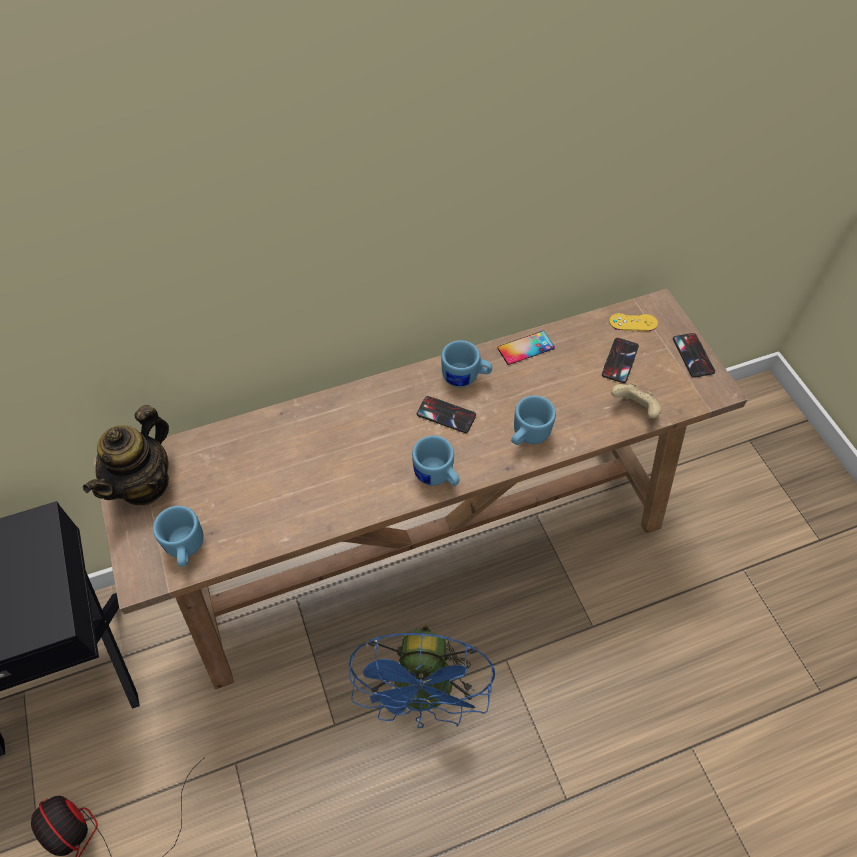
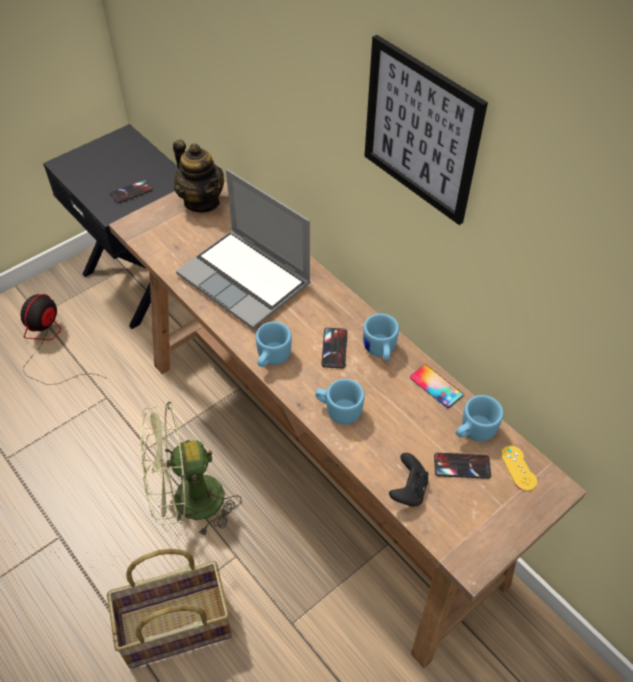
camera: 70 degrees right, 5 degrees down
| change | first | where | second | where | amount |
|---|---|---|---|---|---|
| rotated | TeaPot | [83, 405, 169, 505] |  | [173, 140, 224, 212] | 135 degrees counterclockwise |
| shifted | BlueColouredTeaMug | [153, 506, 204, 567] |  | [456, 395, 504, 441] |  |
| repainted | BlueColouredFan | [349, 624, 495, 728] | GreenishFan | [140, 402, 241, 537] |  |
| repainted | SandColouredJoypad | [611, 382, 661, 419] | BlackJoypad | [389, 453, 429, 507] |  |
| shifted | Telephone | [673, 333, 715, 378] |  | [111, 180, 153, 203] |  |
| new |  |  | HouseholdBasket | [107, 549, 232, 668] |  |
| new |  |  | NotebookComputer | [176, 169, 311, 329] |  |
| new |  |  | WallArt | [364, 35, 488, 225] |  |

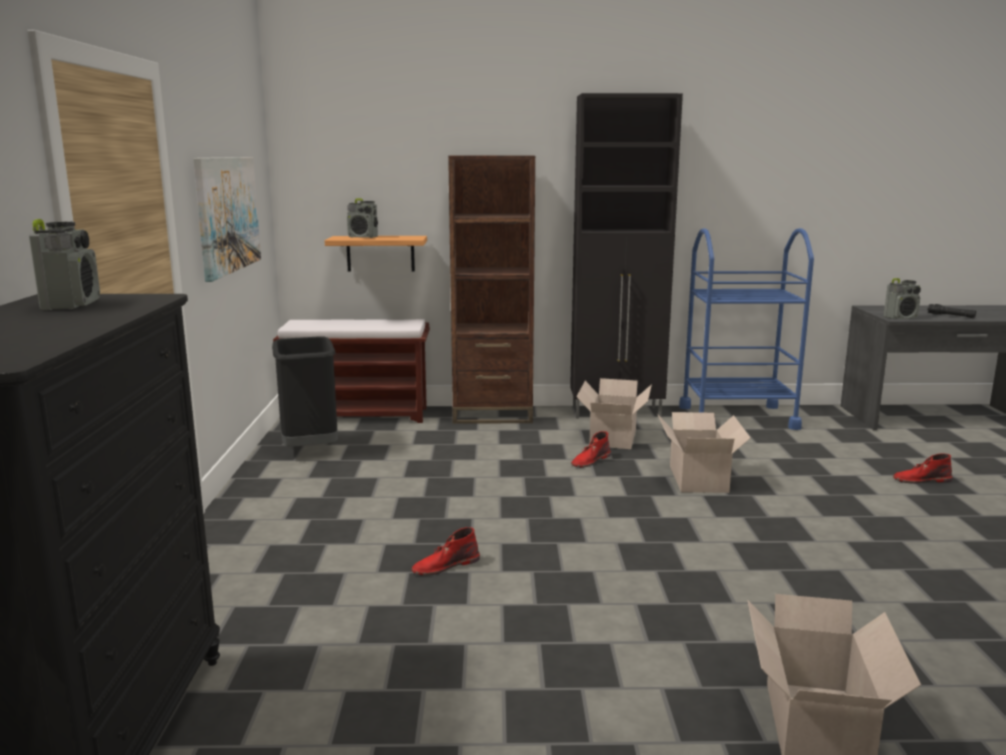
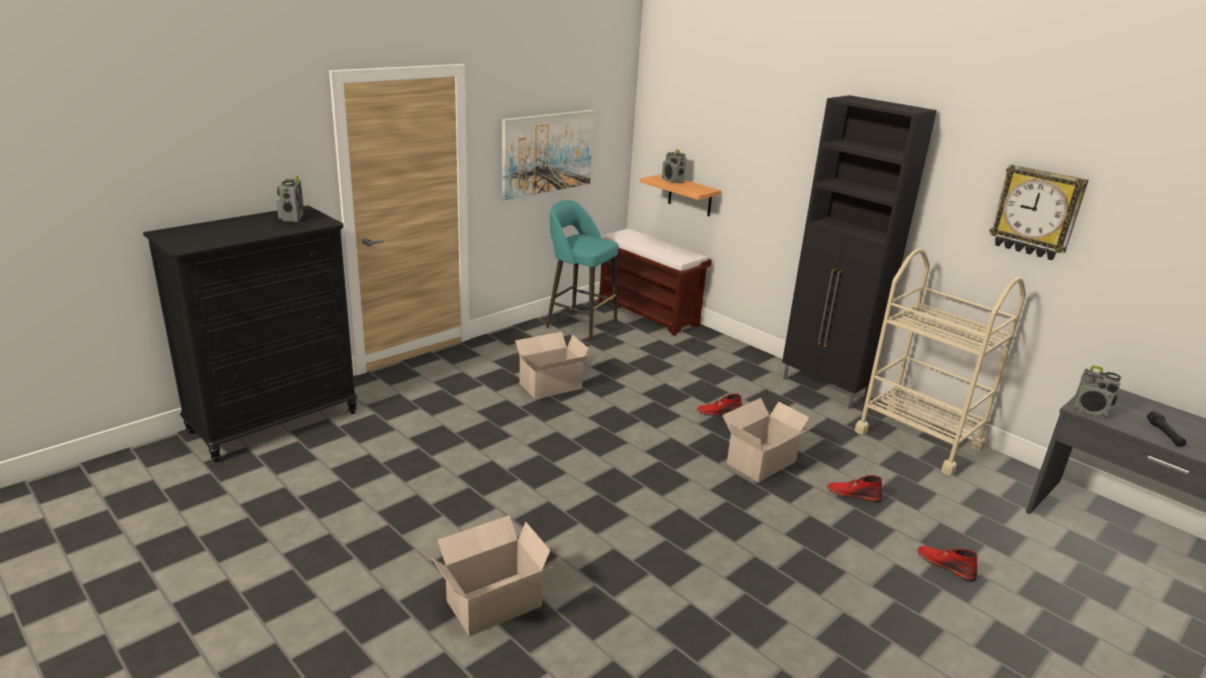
camera: 45 degrees right, 10 degrees up
| change | first | where | second | where | amount |
|---|---|---|---|---|---|
| rotated | RadioSet | [29, 219, 100, 310] |  | [276, 176, 304, 222] | 135 degrees clockwise |
| swapped | BlackTrashCan | [272, 336, 338, 447] | BlueGreenStoolSeat | [546, 200, 619, 341] |  |
| shifted | RedColouredTallBoot | [412, 527, 480, 576] |  | [827, 475, 882, 503] |  |
| gone | BrownShelvingUnit | [448, 156, 535, 424] |  |  |  |
| shifted | CardboardBox | [577, 378, 652, 449] |  | [512, 332, 590, 399] |  |
| repainted | BlueColouredWheeledCart | [679, 228, 814, 430] | SandColouredWheeledCart | [855, 249, 1026, 476] |  |
| new |  |  | ClockOnTheWall | [989, 164, 1089, 260] |  |

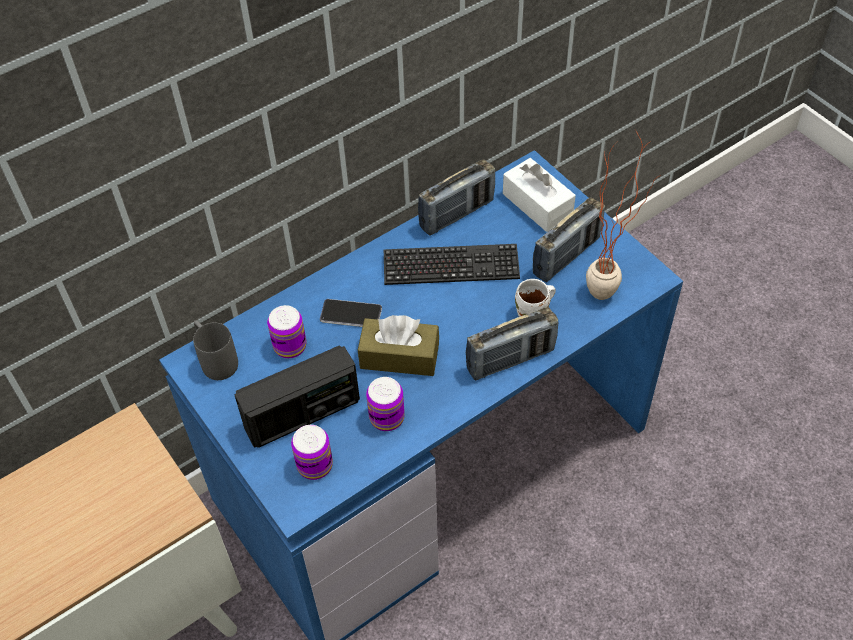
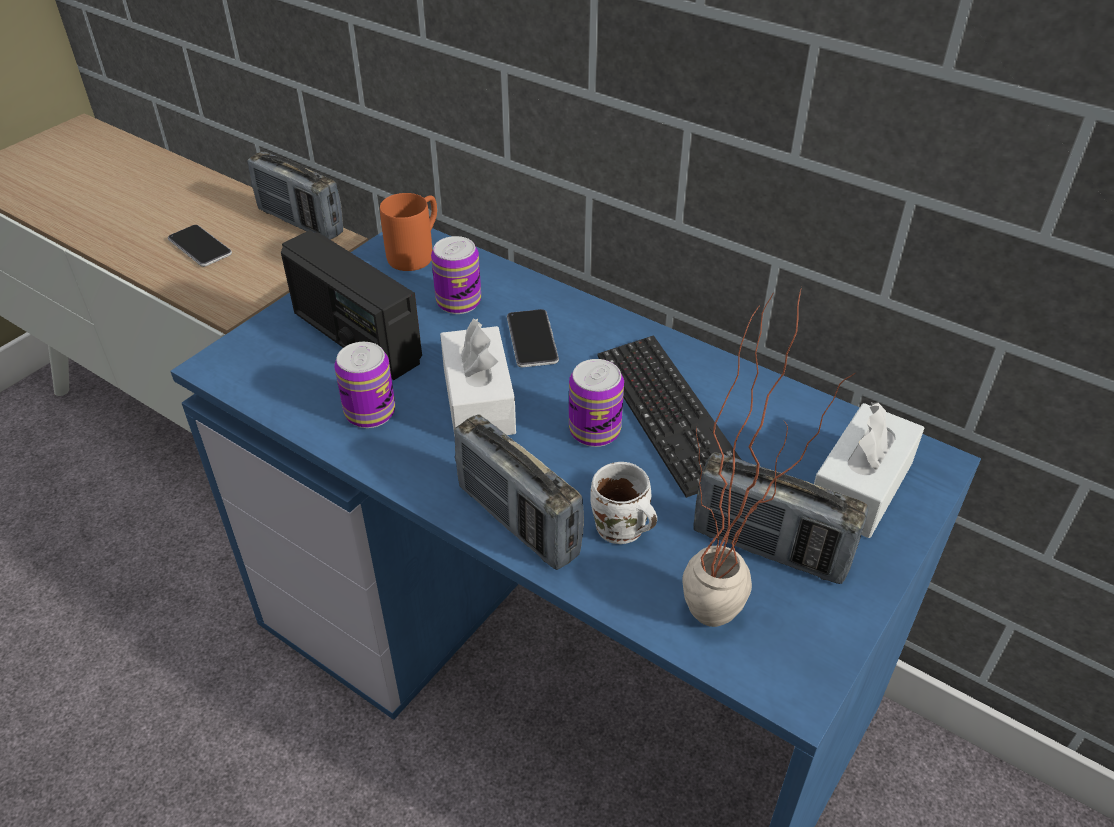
camera: 70 degrees right, 10 degrees down
| change | first | where | second | where | amount |
|---|---|---|---|---|---|
| repainted | GrayTeaMug | [193, 321, 238, 380] | OrangeColouredTeaMug | [380, 193, 437, 271] |  |
| shifted | MetalCan | [291, 425, 333, 480] |  | [569, 359, 624, 447] |  |
| repainted | BrownTissueHolder | [358, 315, 439, 376] | WhiteColouredTissueHolder | [440, 319, 516, 436] |  |
| shifted | RadioSet | [418, 159, 495, 236] |  | [247, 151, 343, 240] |  |
| new |  |  | Telephone | [168, 225, 232, 267] |  |

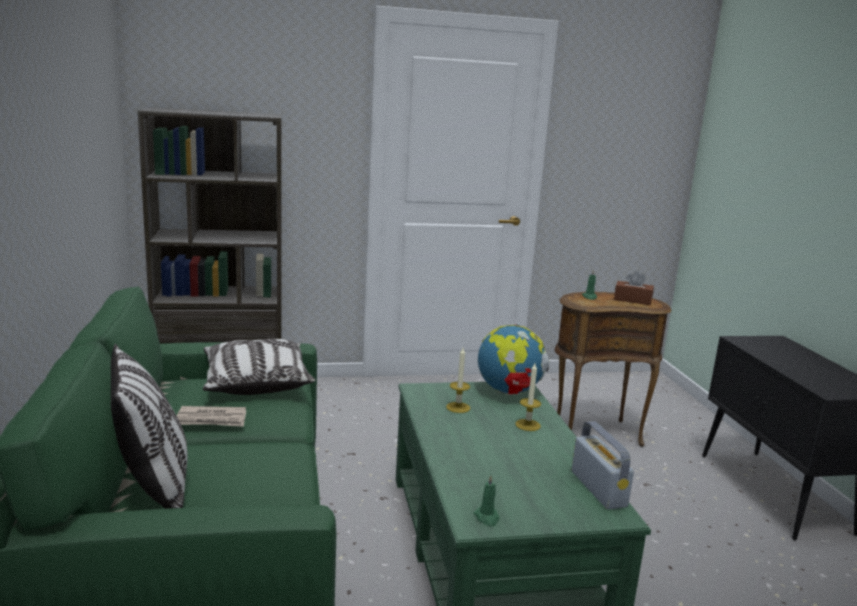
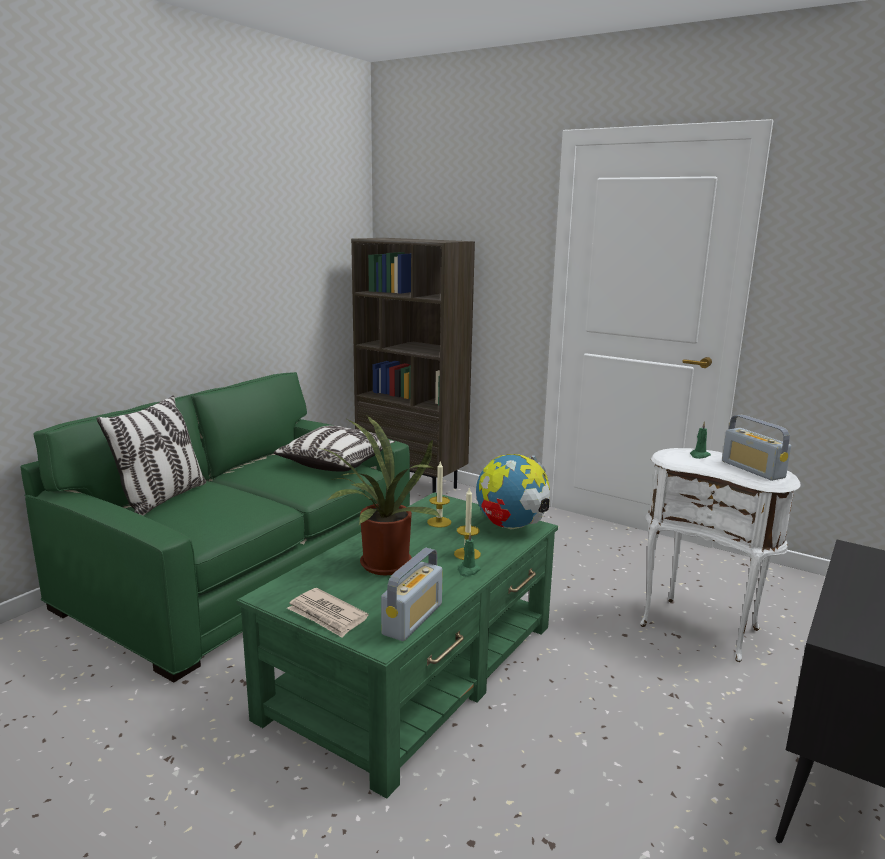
camera: 45 degrees right, 0 degrees up
| change | first | where | second | where | amount |
|---|---|---|---|---|---|
| shifted | PrintedPaper | [177, 406, 246, 427] |  | [287, 588, 368, 638] |  |
| shifted | GreenishWaxCandle | [474, 475, 499, 526] |  | [458, 533, 481, 577] |  |
| repainted | BrownAccentTable | [554, 292, 672, 447] | WhiteColouredAccentTable | [640, 448, 801, 662] |  |
| swapped | BrownTissueHolder | [614, 271, 654, 305] | RadioSet | [722, 415, 791, 481] |  |
| new |  |  | PottedPlant | [318, 416, 441, 575] |  |

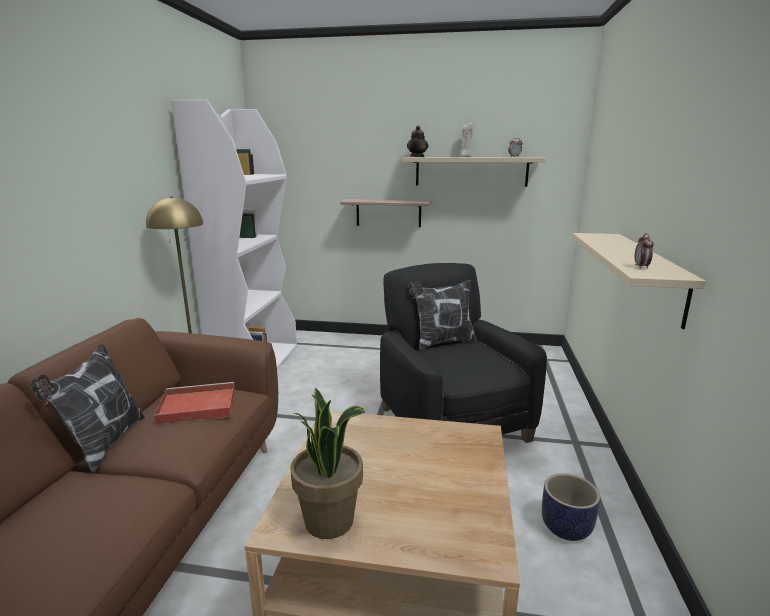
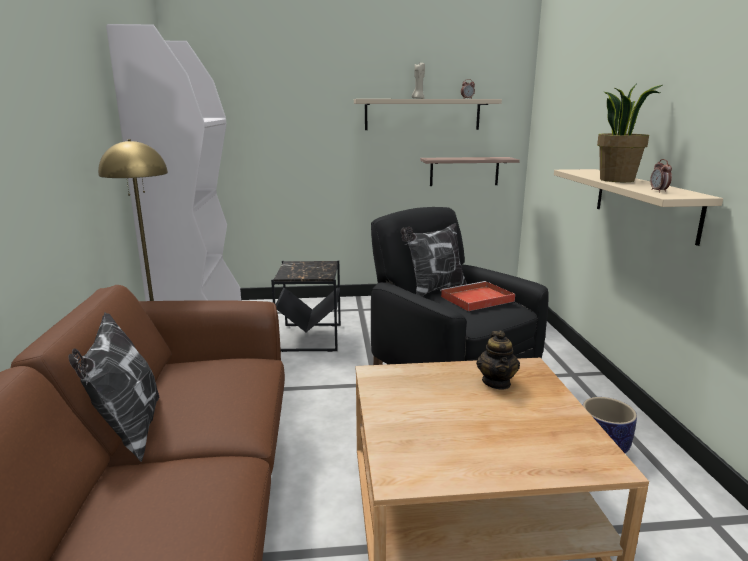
camera: 15 degrees left, 0 degrees up
| change | first | where | second | where | amount |
|---|---|---|---|---|---|
| shifted | RedColouredTray | [154, 382, 235, 425] |  | [440, 281, 515, 311] |  |
| shifted | PottedPlant | [290, 388, 365, 539] |  | [597, 82, 662, 182] |  |
| shifted | BracketShelf | [340, 199, 432, 227] |  | [420, 157, 520, 186] |  |
| shifted | TeaPot | [407, 126, 429, 157] |  | [476, 330, 520, 389] |  |
| new |  |  | BlackAccentTable | [271, 260, 341, 352] |  |

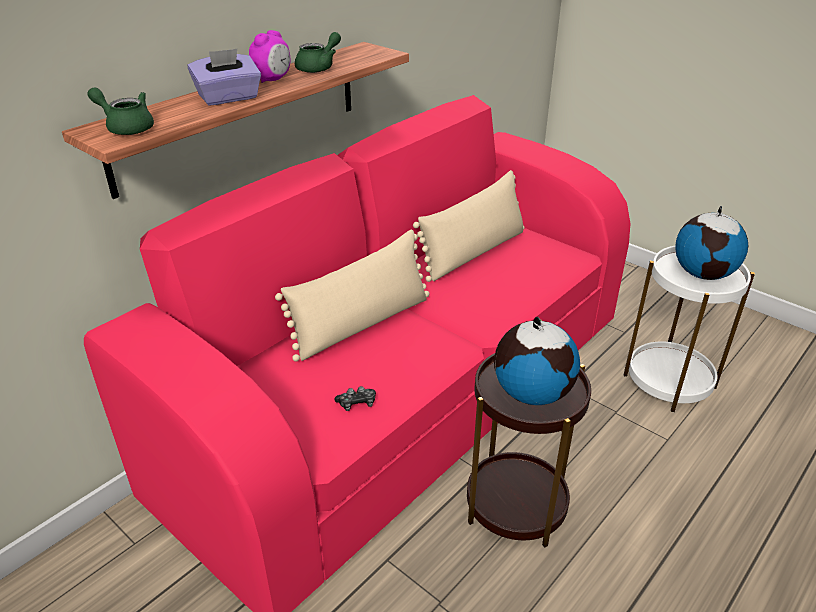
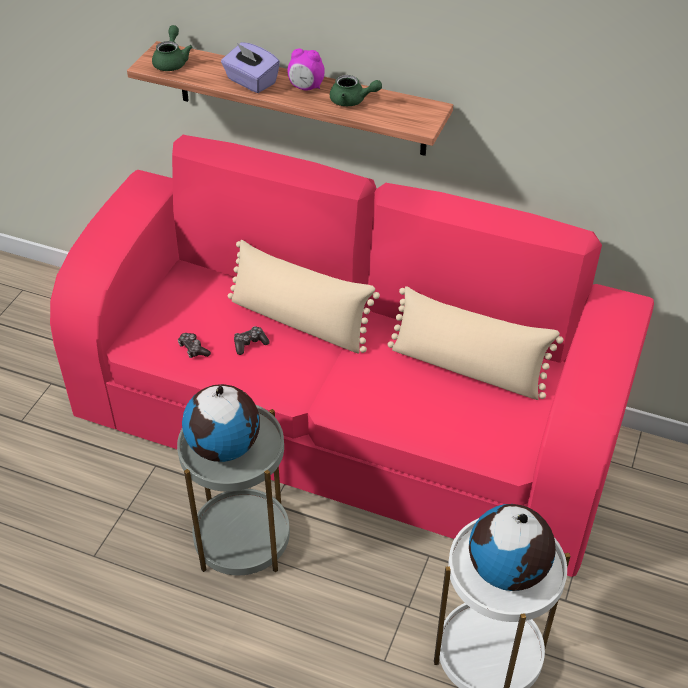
camera: 70 degrees right, 10 degrees up
| change | first | where | second | where | amount |
|---|---|---|---|---|---|
| repainted | BrownAccentTable | [467, 353, 591, 548] | GrayAccentTable | [177, 405, 290, 575] |  |
| new |  |  | Joypad | [234, 326, 270, 355] |  |

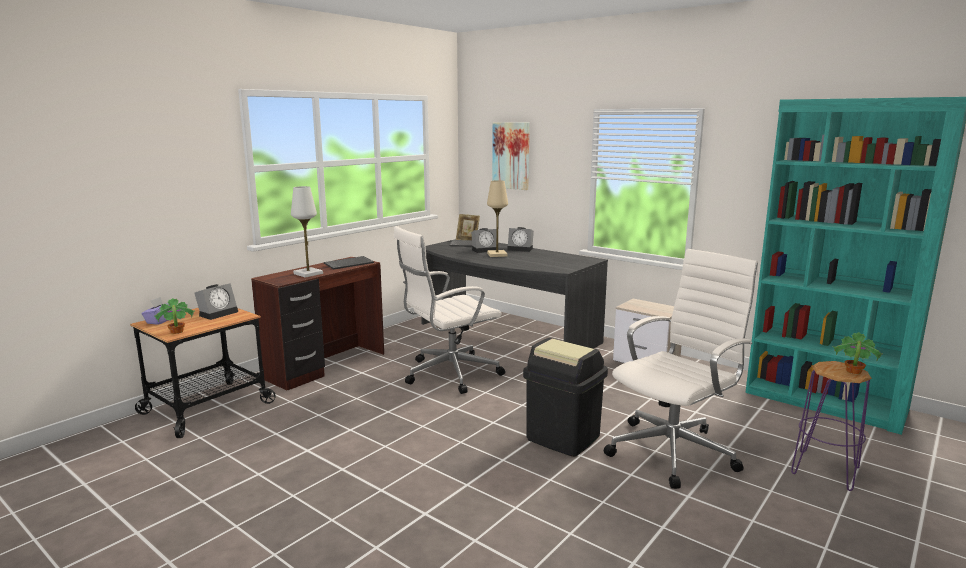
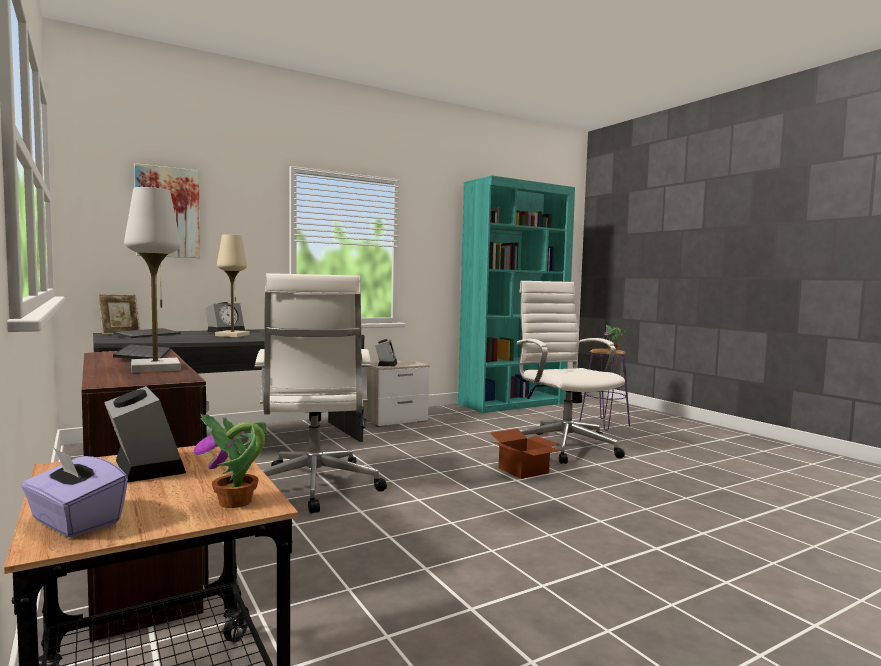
camera: 70 degrees left, 10 degrees down
| change | first | where | second | where | amount |
|---|---|---|---|---|---|
| shifted | AlarmClock | [471, 228, 496, 253] |  | [375, 339, 397, 366] |  |
| swapped | BlackTrashCan | [523, 338, 608, 457] | CardboardBox | [491, 429, 562, 479] |  |

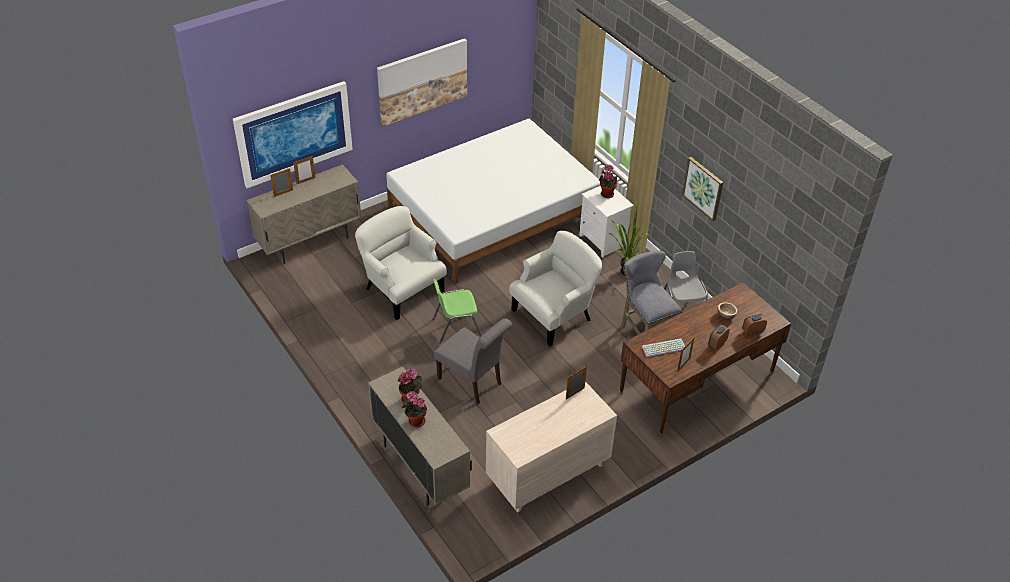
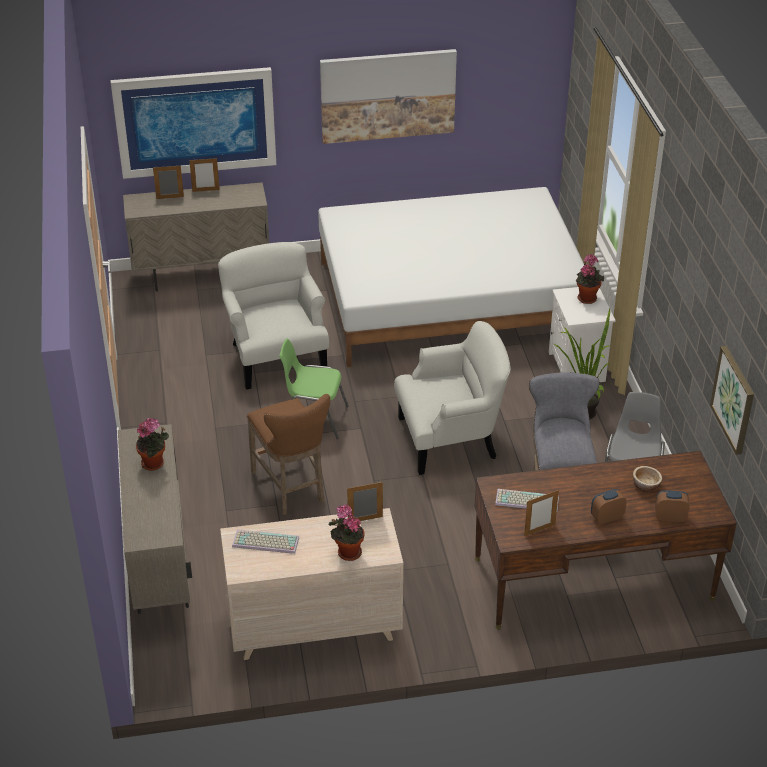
camera: 25 degrees right, 5 degrees down
| change | first | where | second | where | amount |
|---|---|---|---|---|---|
| shifted | PottedPlant | [401, 391, 427, 428] |  | [329, 505, 365, 561] |  |
| swapped | GrayPlainChair | [434, 318, 512, 404] | BrownStoolSeat | [247, 394, 330, 515] |  |
| shifted | WallArt | [682, 157, 723, 221] |  | [710, 346, 754, 455] |  |
| new |  |  | PcKeyboard | [232, 529, 299, 554] |  |

